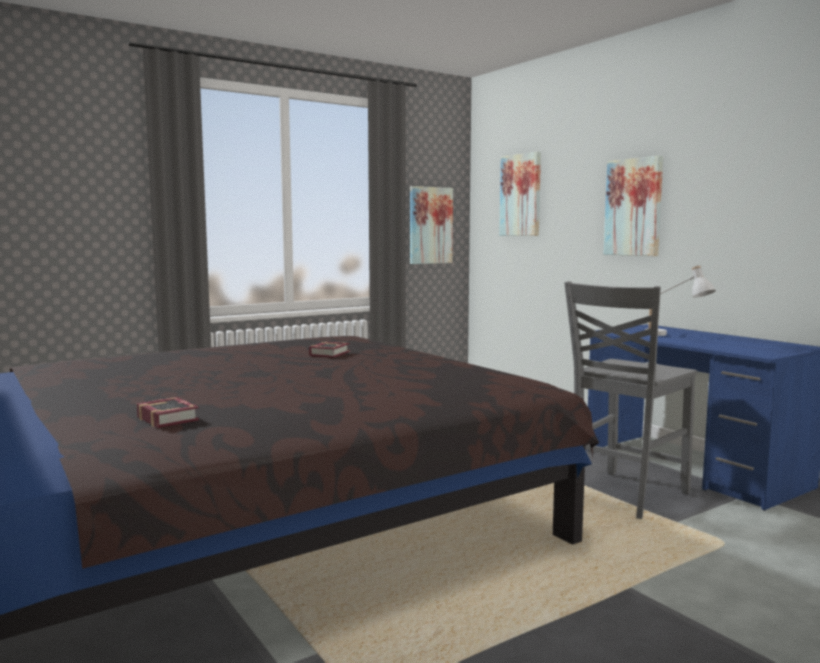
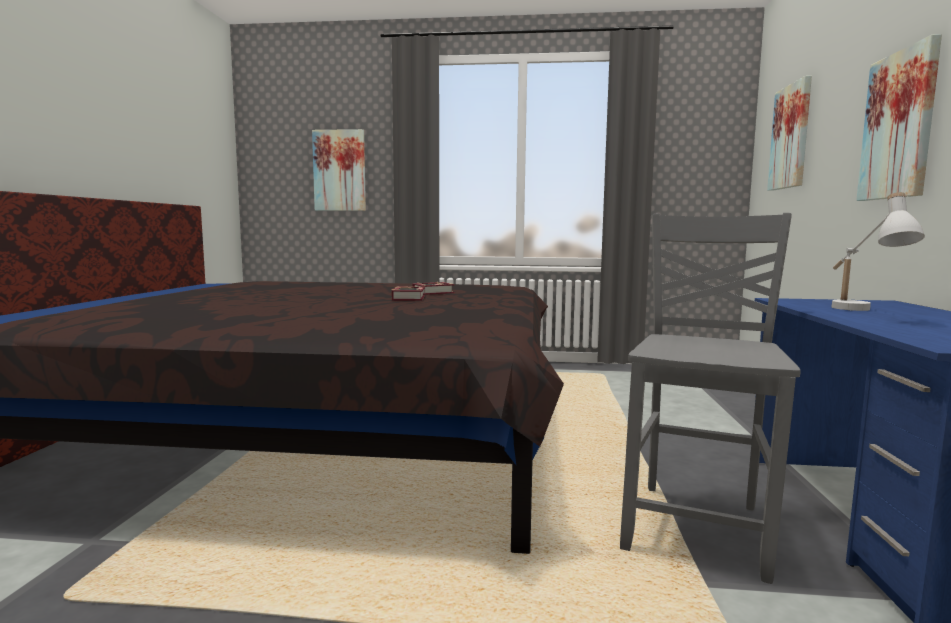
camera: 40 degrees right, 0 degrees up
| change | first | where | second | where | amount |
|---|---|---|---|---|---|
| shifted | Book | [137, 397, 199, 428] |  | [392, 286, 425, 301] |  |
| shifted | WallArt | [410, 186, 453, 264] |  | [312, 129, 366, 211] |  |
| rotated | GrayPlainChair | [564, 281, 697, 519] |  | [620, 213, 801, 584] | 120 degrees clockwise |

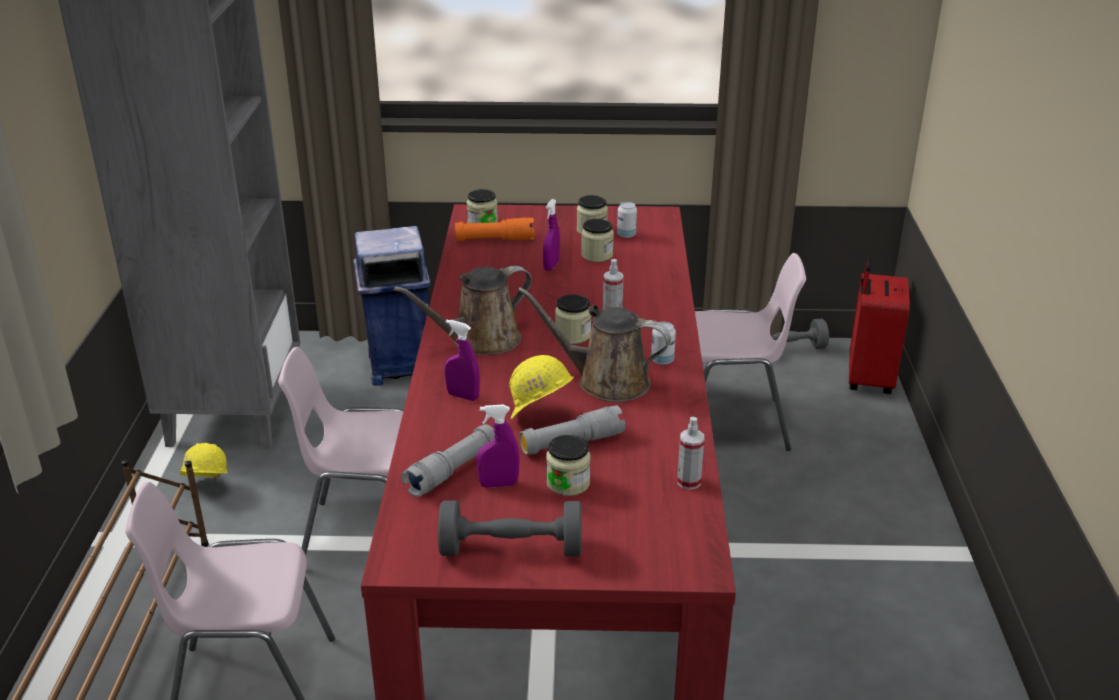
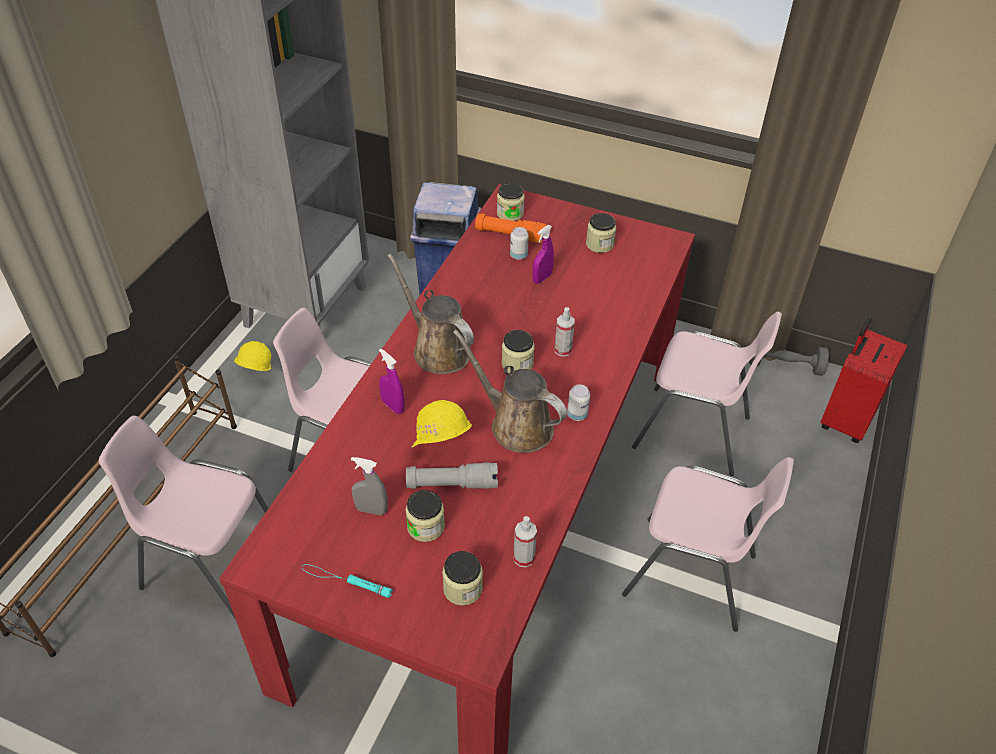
camera: 20 degrees right, 15 degrees up
| change | first | where | second | where | amount |
|---|---|---|---|---|---|
| rotated | BrownSprinklingCan | [393, 266, 532, 355] |  | [387, 253, 474, 374] | 60 degrees clockwise |
| gone | GrayTorch | [401, 424, 495, 497] |  |  |  |
| swapped | GrayHandWeight | [438, 500, 582, 557] | BlueGreenTorch | [302, 564, 393, 598] |  |
| repainted | PurplishHandSprayer | [476, 405, 520, 488] | GrayHandSprayer | [351, 457, 388, 515] |  |
| shifted | StorageJar | [581, 219, 614, 262] |  | [442, 551, 483, 606] |  |
| shifted | MetalCan | [617, 202, 637, 238] |  | [510, 227, 529, 260] |  |
| new |  |  | PinkColouredPlainChair | [622, 457, 794, 632] |  |

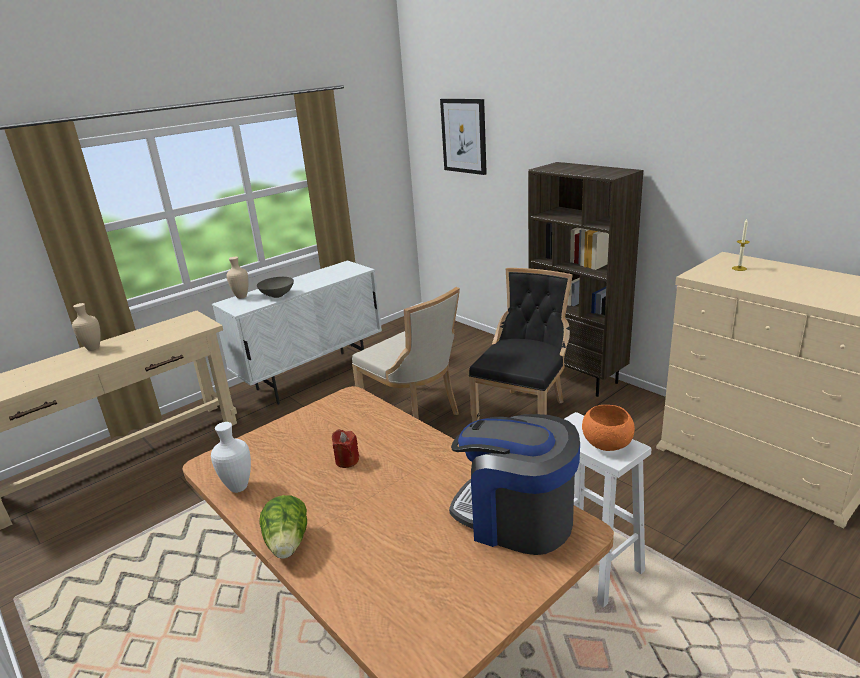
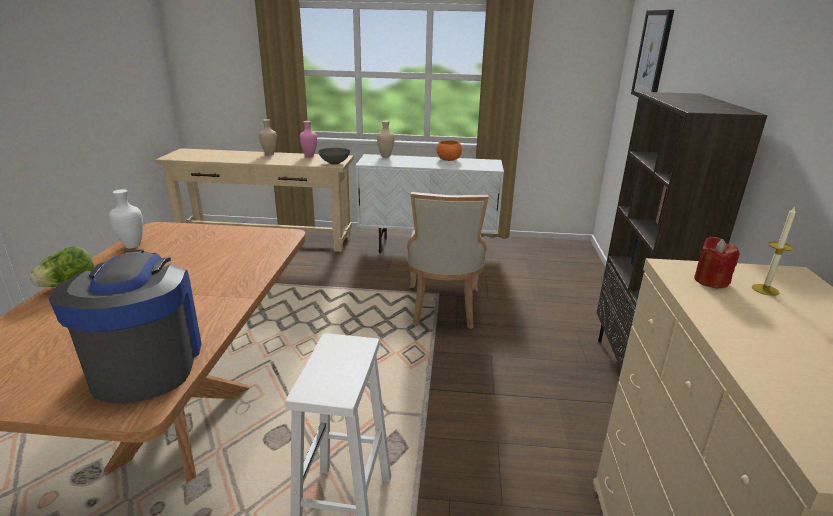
camera: 45 degrees right, 0 degrees up
| change | first | where | second | where | amount |
|---|---|---|---|---|---|
| shifted | GrayServingBowl | [257, 277, 294, 298] |  | [318, 148, 350, 165] |  |
| shifted | RedColouredWaxCandle | [332, 429, 359, 468] |  | [694, 237, 740, 288] |  |
| gone | BlackPlainChair | [469, 268, 573, 422] |  |  |  |
| shifted | OrangeColouredServingBowl | [582, 405, 635, 451] |  | [437, 140, 462, 161] |  |
| new |  |  | PinkColouredVase | [300, 121, 317, 157] |  |

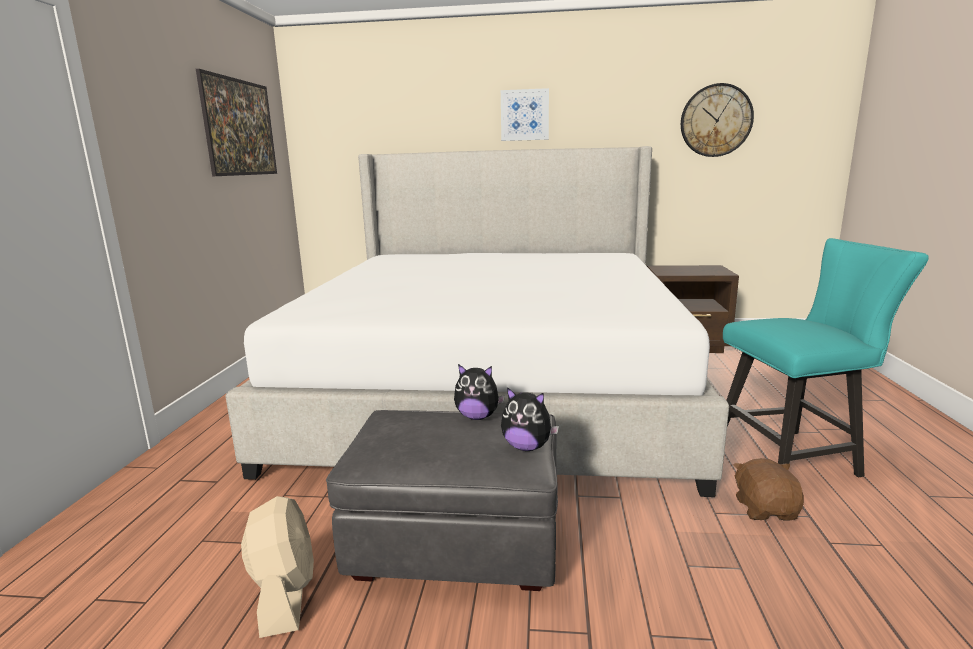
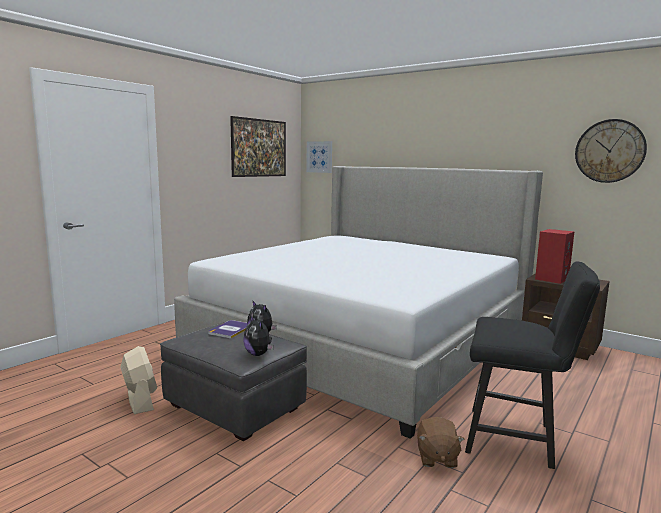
camera: 30 degrees right, 5 degrees down
| change | first | where | second | where | amount |
|---|---|---|---|---|---|
| rotated | SandColouredFan | [241, 496, 314, 638] |  | [120, 346, 157, 414] | 45 degrees counterclockwise |
| shifted | WallArt | [501, 88, 549, 141] |  | [307, 141, 332, 173] |  |
| repainted | BlueGreenPlainChair | [723, 238, 929, 477] | BlackPlainChair | [465, 262, 600, 469] |  |
| rotated | BrownCuddlyToy | [734, 458, 804, 520] |  | [417, 417, 465, 468] | 150 degrees clockwise |
| new |  |  | Book | [208, 320, 248, 339] |  |
| new |  |  | RedColouredAudioSpeaker | [535, 229, 574, 284] |  |

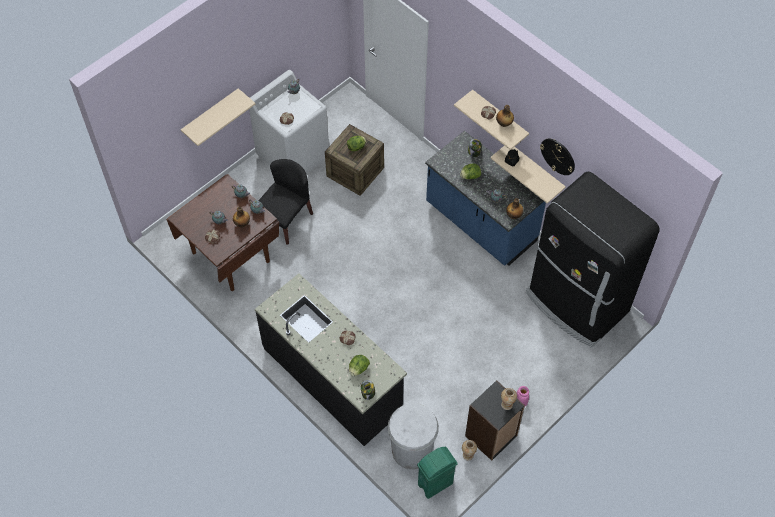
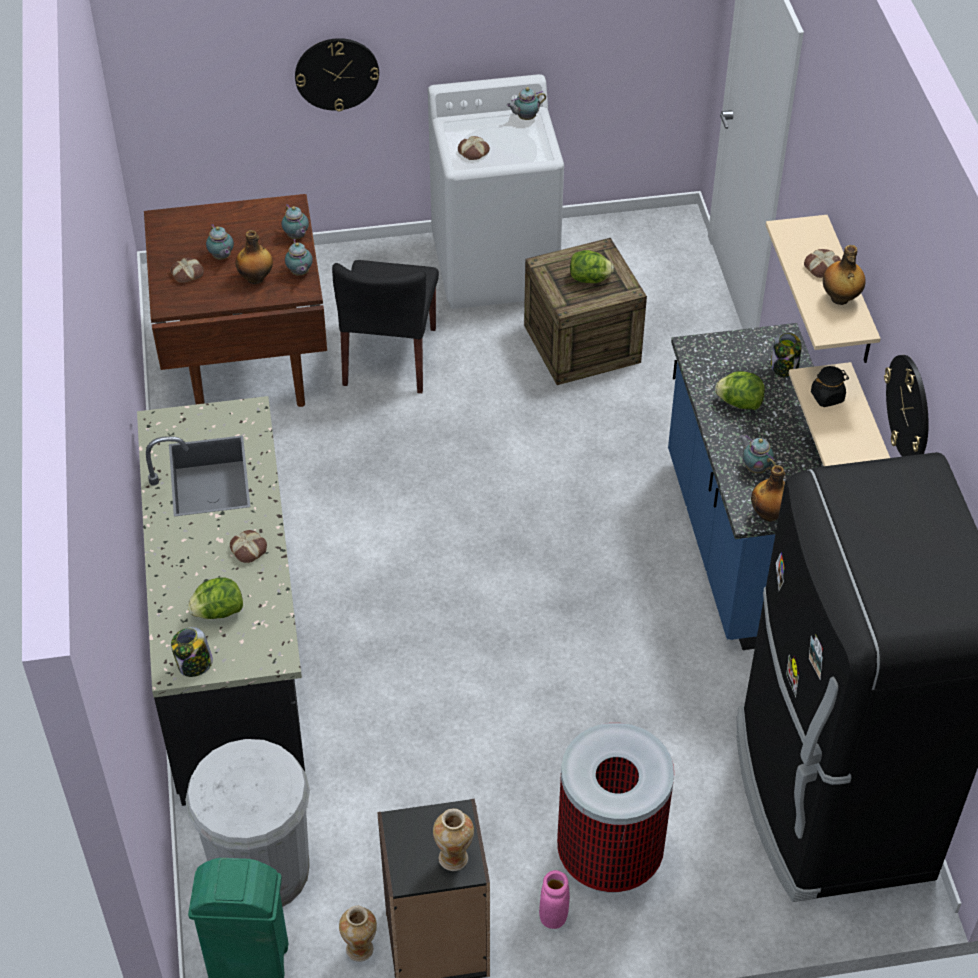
camera: 35 degrees right, 10 degrees down
| change | first | where | second | where | amount |
|---|---|---|---|---|---|
| swapped | SandColouredBracketShelf | [181, 88, 255, 146] | ClockOnTheWall | [295, 38, 379, 112] |  |
| rotated | BlackPlainChair | [258, 159, 313, 245] |  | [332, 260, 439, 393] | 120 degrees clockwise |
| new |  |  | TrashCan | [557, 723, 674, 893] |  |

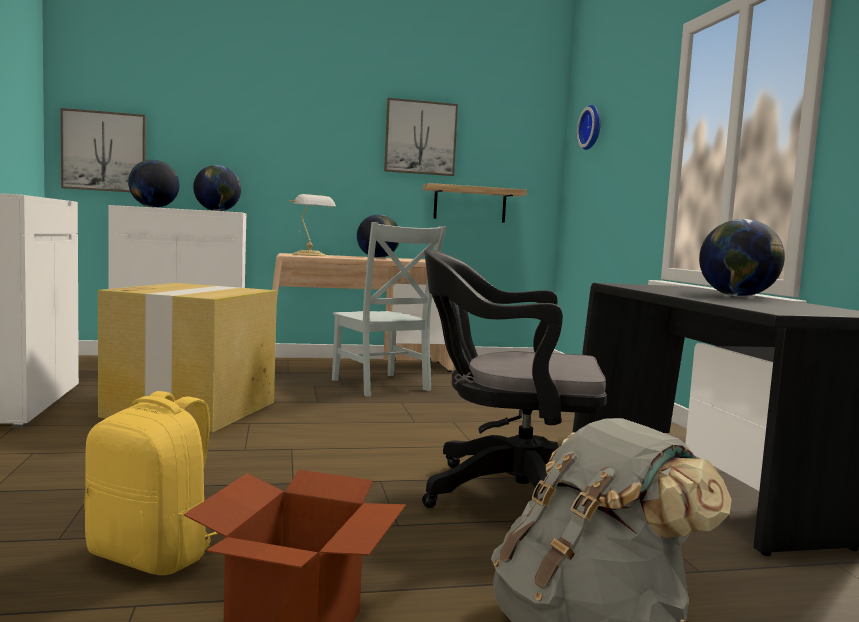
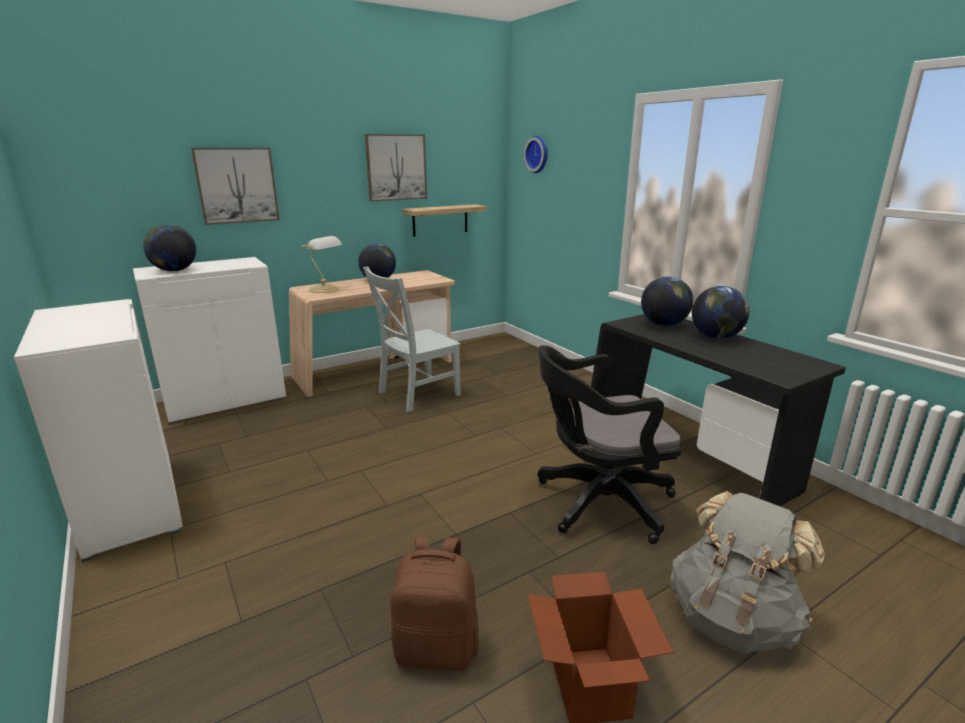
camera: 20 degrees left, 15 degrees up
| change | first | where | second | where | amount |
|---|---|---|---|---|---|
| shifted | WallArt | [61, 108, 146, 192] |  | [191, 148, 279, 225] |  |
| repainted | YellowishRucksack | [84, 391, 219, 575] | BrownRucksack | [390, 536, 479, 671] |  |
| gone | CardboardBox | [98, 283, 277, 432] |  |  |  |
| shifted | Globe | [193, 165, 241, 211] |  | [641, 277, 693, 326] |  |
| rotated | GrayPlainChair | [332, 222, 447, 397] |  | [363, 267, 461, 412] | 105 degrees clockwise |

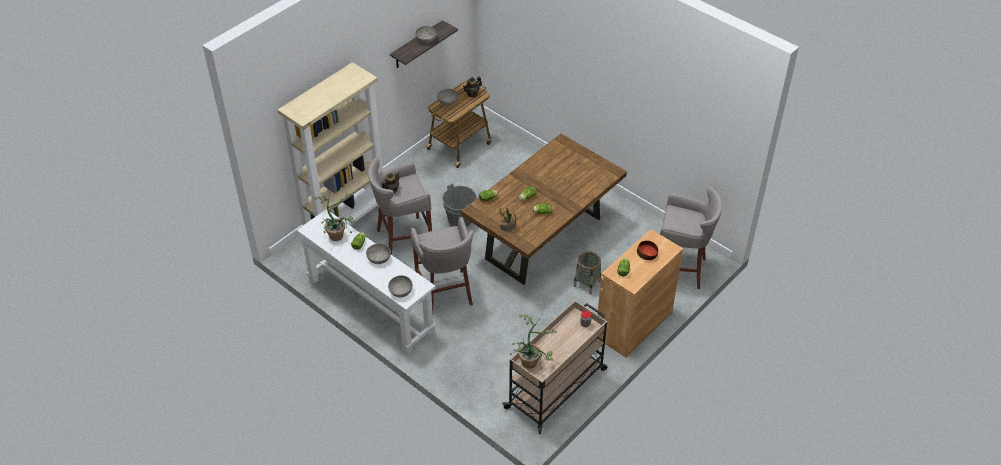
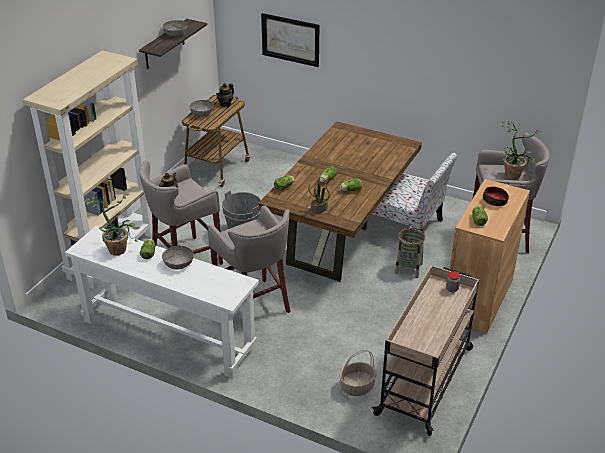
camera: 15 degrees left, 10 degrees down
| change | first | where | second | where | amount |
|---|---|---|---|---|---|
| gone | GrayServingBowl | [388, 275, 413, 297] |  |  |  |
| shifted | PottedPlant | [510, 315, 557, 370] |  | [502, 121, 541, 180] |  |
| new |  |  | WallArt | [261, 13, 319, 67] |  |
| new |  |  | HouseholdBasket | [339, 350, 377, 396] |  |
| new |  |  | PlainChair | [361, 152, 457, 231] |  |

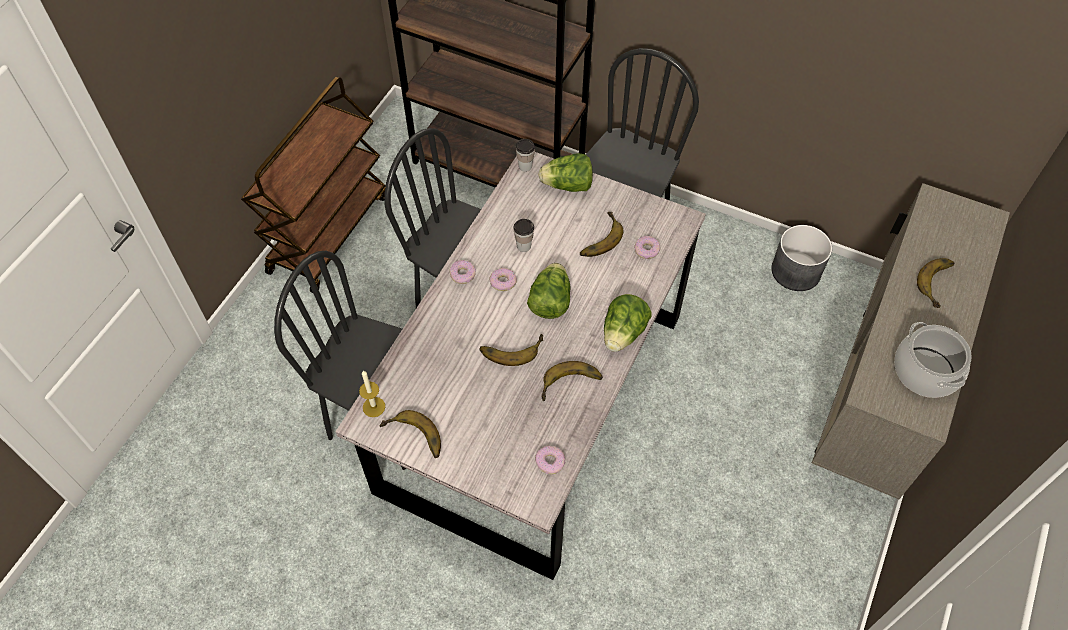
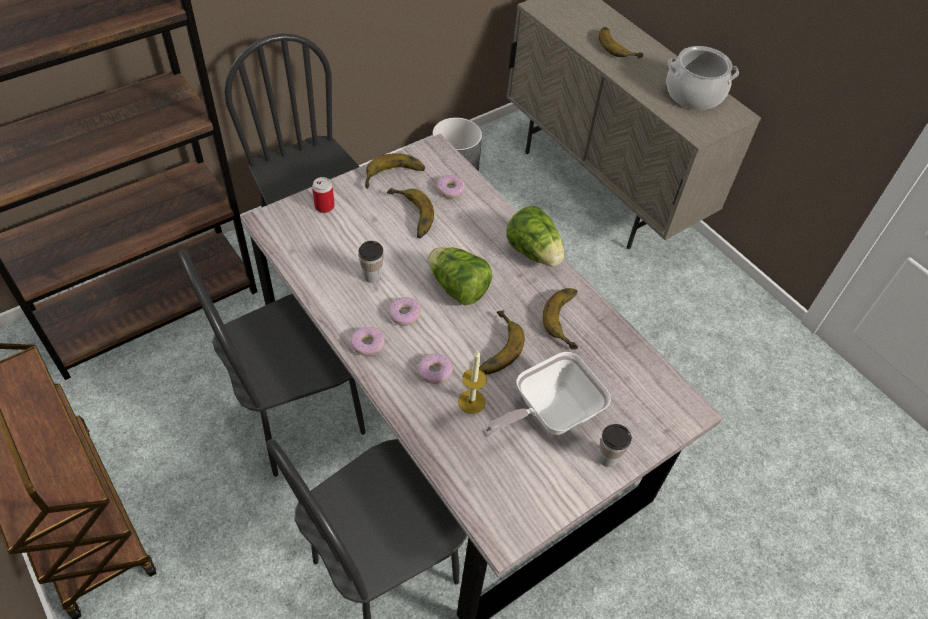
camera: 65 degrees left, 5 degrees down
| change | first | where | second | where | amount |
|---|---|---|---|---|---|
| shifted | WaxCandle | [359, 371, 385, 417] |  | [458, 351, 487, 414] |  |
| shifted | WholeBanana | [379, 410, 441, 458] |  | [365, 153, 425, 189] |  |
| shifted | DrinkingCup | [516, 139, 535, 172] |  | [598, 424, 632, 467] |  |
| shifted | Doughnut | [535, 446, 565, 474] |  | [418, 354, 453, 384] |  |
| swapped | Lettuce | [539, 153, 593, 192] | MetalCan | [312, 177, 335, 213] |  |
| new |  |  | Skillet | [482, 352, 611, 437] |  |

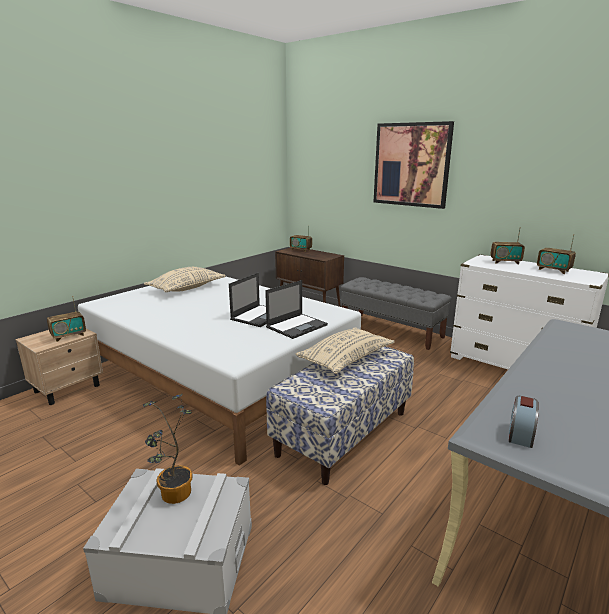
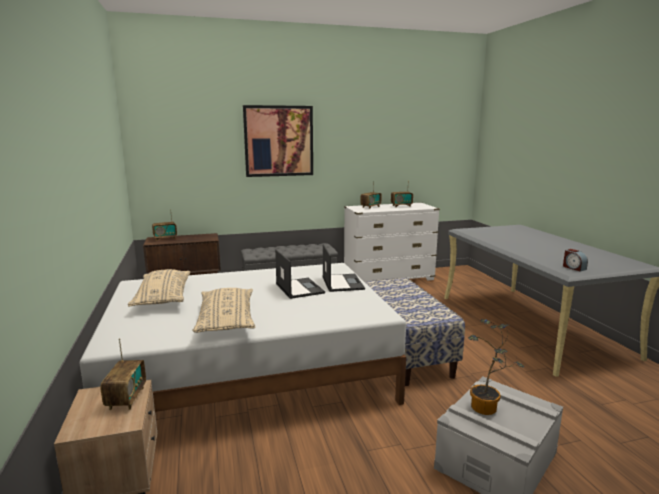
camera: 55 degrees left, 5 degrees down
| change | first | where | second | where | amount |
|---|---|---|---|---|---|
| shifted | SandColouredCushion | [296, 327, 394, 374] |  | [193, 288, 255, 333] |  |

